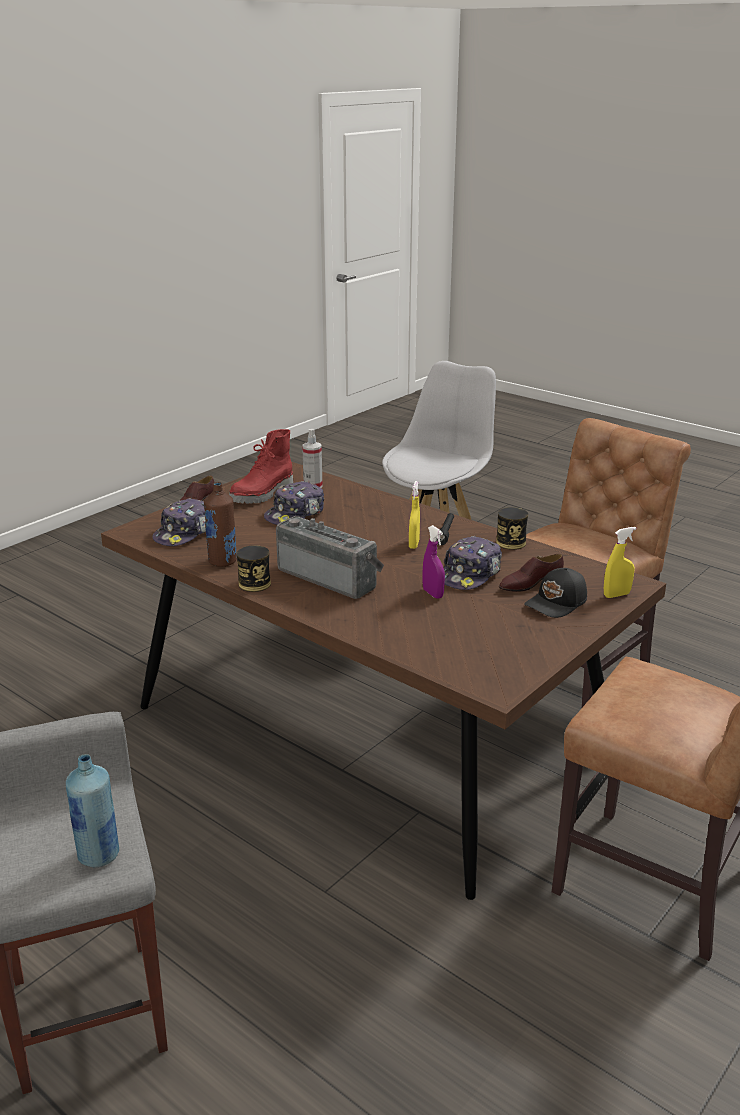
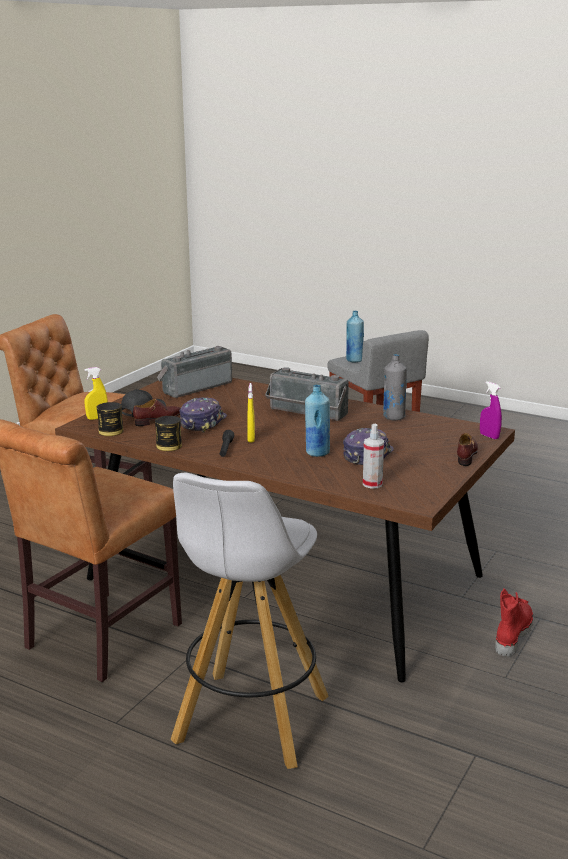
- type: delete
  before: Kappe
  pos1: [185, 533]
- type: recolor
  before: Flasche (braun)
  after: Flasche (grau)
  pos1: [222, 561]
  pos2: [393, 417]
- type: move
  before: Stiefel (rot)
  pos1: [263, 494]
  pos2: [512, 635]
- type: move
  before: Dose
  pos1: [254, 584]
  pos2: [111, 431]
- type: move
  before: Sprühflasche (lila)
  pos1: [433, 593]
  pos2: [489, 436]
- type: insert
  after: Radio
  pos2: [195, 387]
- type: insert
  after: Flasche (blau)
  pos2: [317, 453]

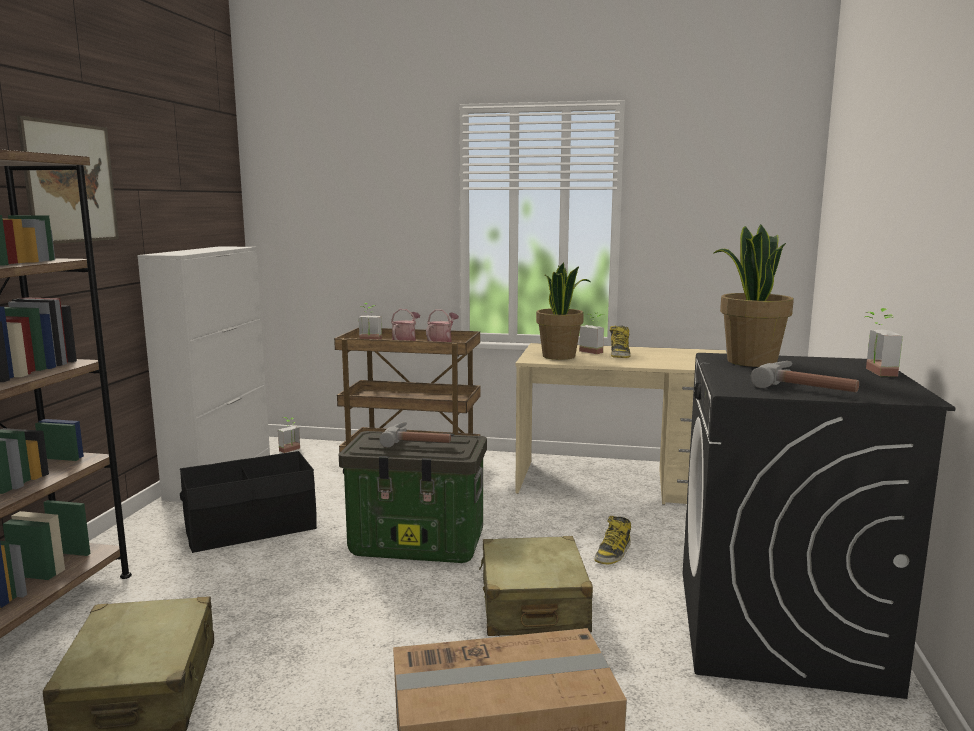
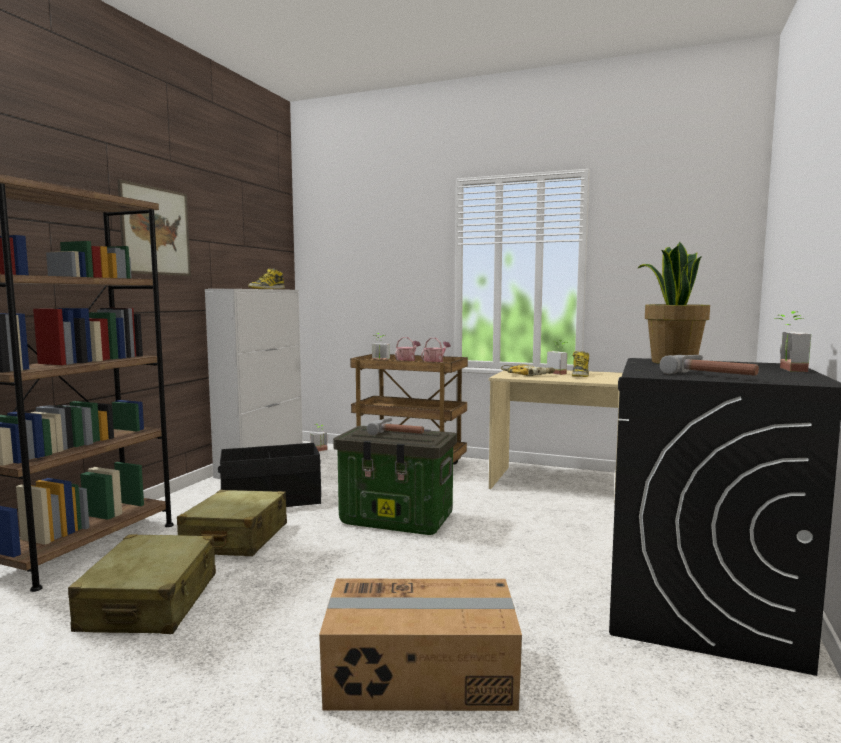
- type: move
  before: Koffer (beige)
  pos1: [533, 606]
  pos2: [235, 539]
- type: replace
  before: Topfpflanze
  after: Bohrmaschine
  pos1: [559, 356]
  pos2: [528, 375]
- type: move
  before: Stiefel
  pos1: [613, 553]
  pos2: [267, 289]

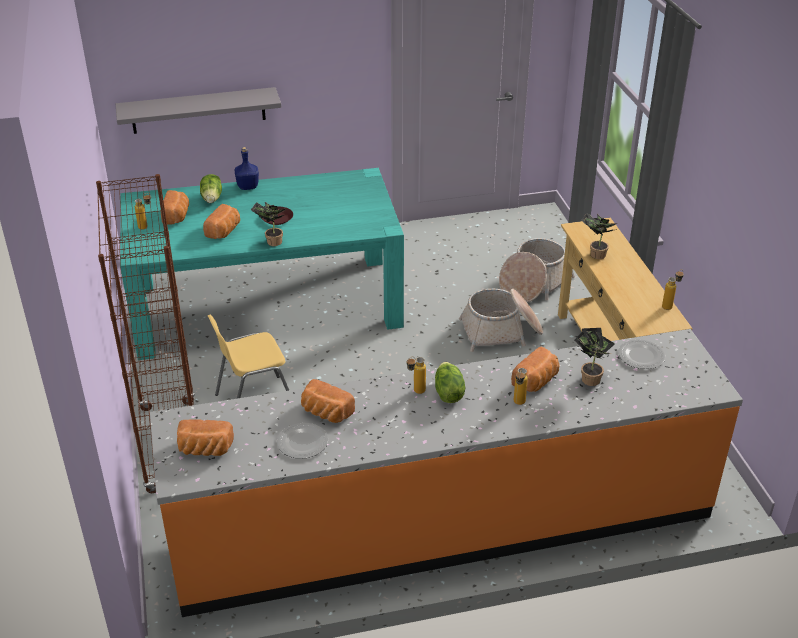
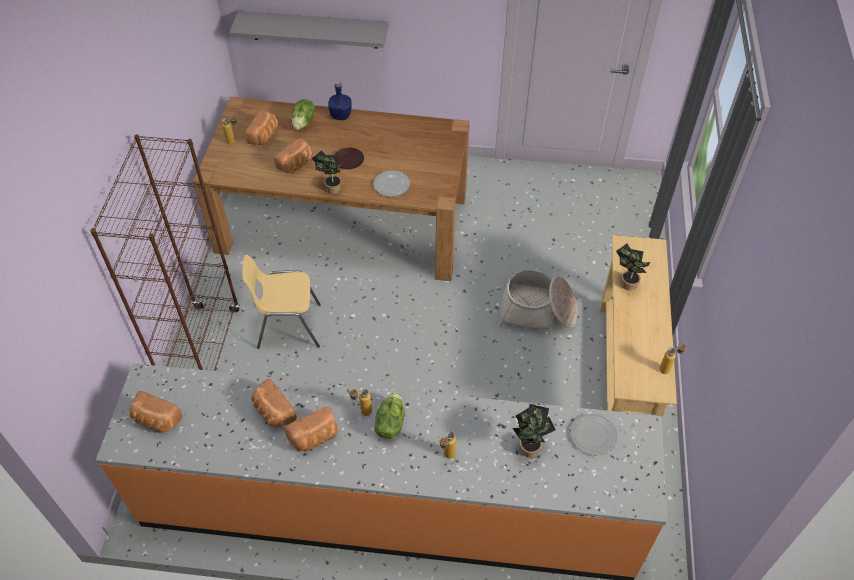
- type: recolor
  before: Esstisch (türkis)
  after: Esstisch (braun)
  pos1: [266, 305]
  pos2: [343, 222]
- type: move
  before: Teller
  pos1: [303, 442]
  pos2: [392, 185]
- type: delete
  before: Korb
  pos1: [533, 284]
- type: move
  before: Brot
  pos1: [536, 381]
  pos2: [314, 438]

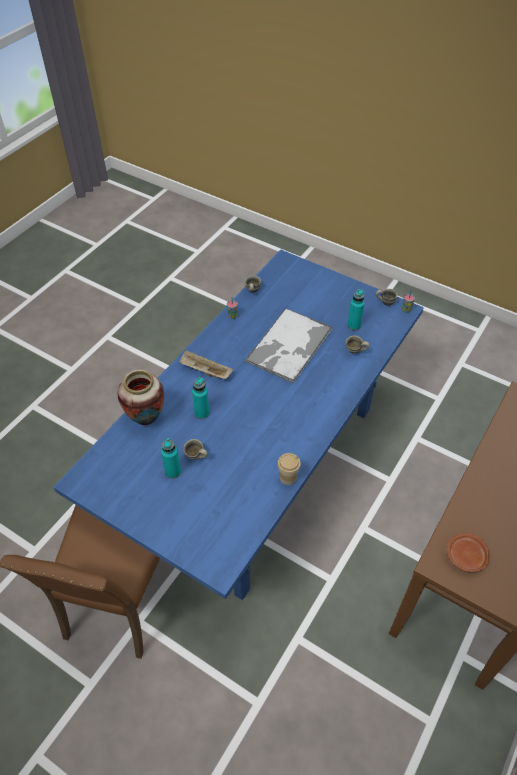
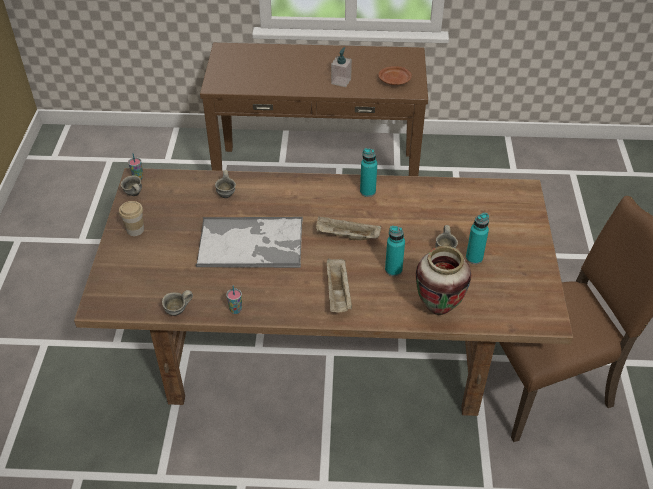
- type: recolor
  before: Esstisch (blau)
  after: Esstisch (braun)
  pos1: [258, 469]
  pos2: [328, 348]
- type: move
  before: Tasse
  pos1: [288, 477]
  pos2: [135, 230]
- type: move
  before: Flasche (türkis)
  pos1: [354, 325]
  pos2: [367, 191]
- type: insert
  after: Tablett (beige)
  pos2: [346, 236]
- type: insert
  after: Seifenspender
  pos2: [341, 81]

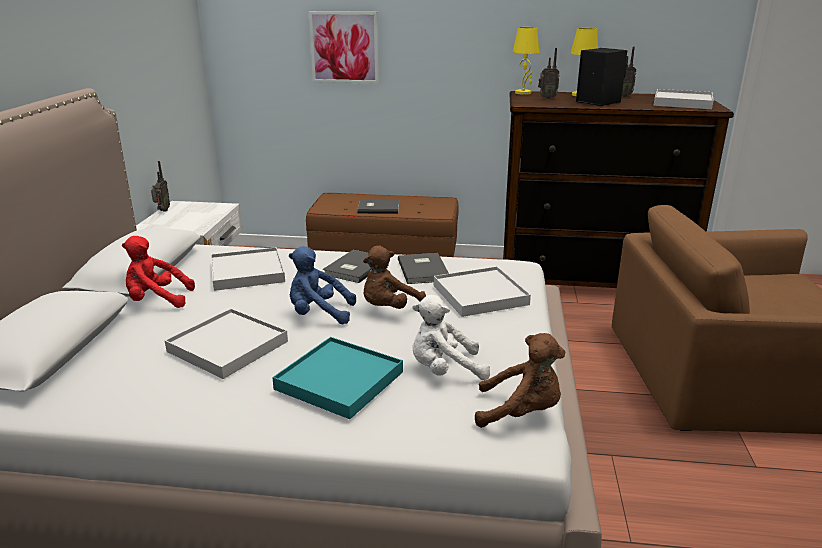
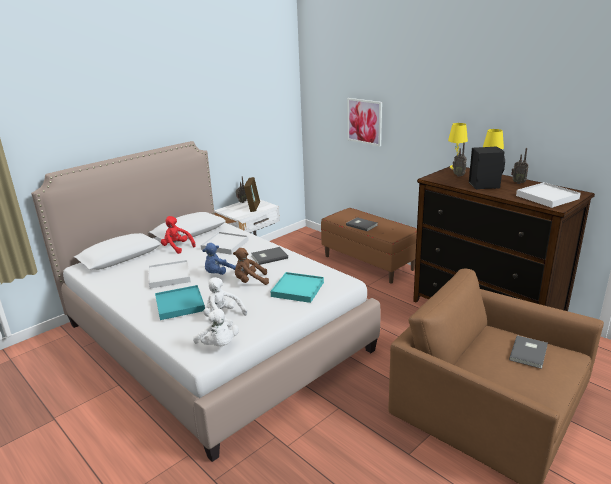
- type: rotate
  before: Plüschtier (blau)
  pos1: [318, 314]
  pos2: [219, 274]
  turn: -90
- type: move
  before: Buch (grau)
  pos1: [424, 270]
  pos2: [529, 353]
- type: recolor
  before: Tablett (weiß)
  after: Tablett (türkis)
  pos1: [480, 295]
  pos2: [298, 289]
- type: recolor
  before: Plüschtier (braun)
  after: Plüschtier (weiß)
  pos1: [521, 413]
  pos2: [218, 345]
- type: insert
  after: Bilderrahmen
  pos2: [253, 207]

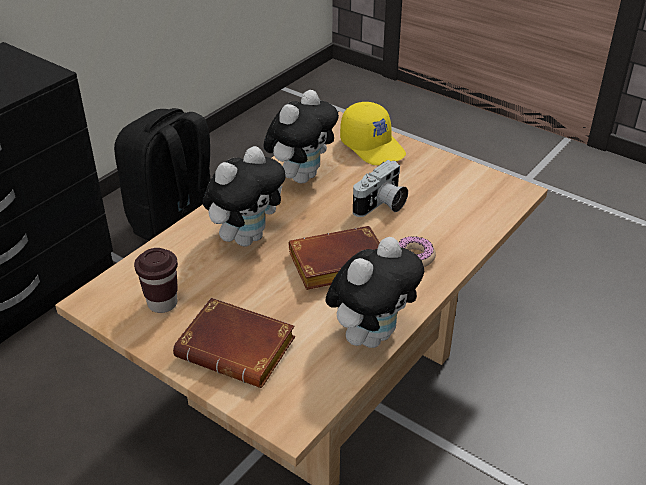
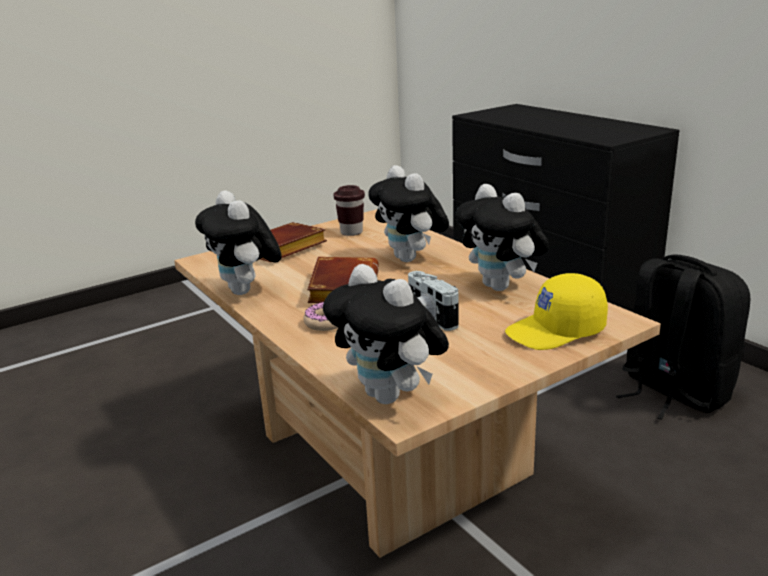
- type: insert
  after: Plüschtier
  pos2: [391, 396]

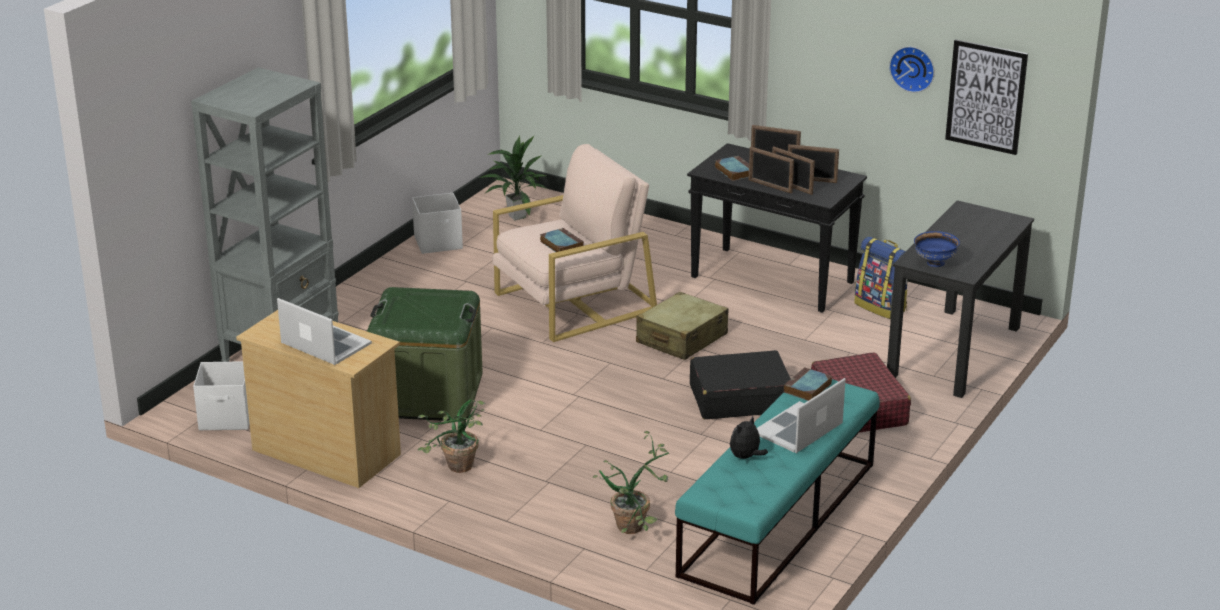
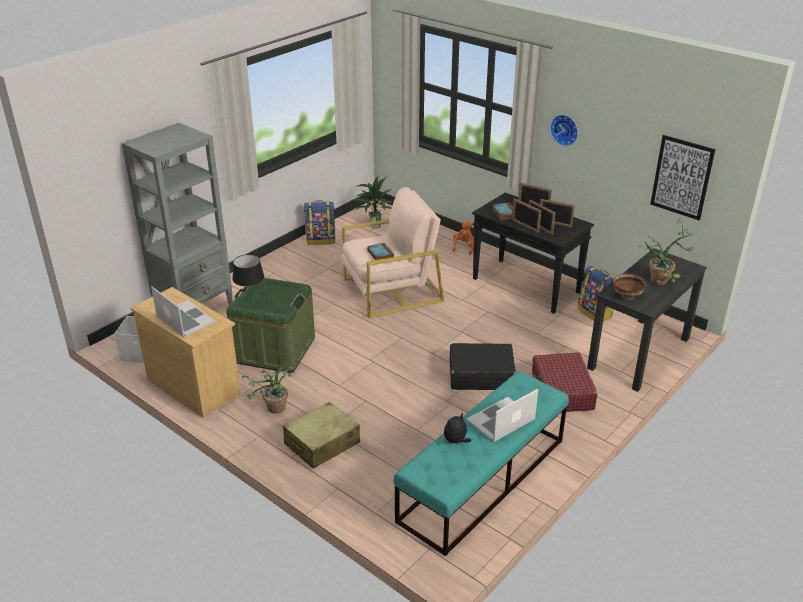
- type: replace
  before: Aufbewahrungsbox (weiß)
  after: Rucksack
  pos1: [439, 243]
  pos2: [321, 240]
- type: move
  before: Topfpflanze
  pos1: [637, 528]
  pos2: [663, 281]
- type: move
  before: Koffer (beige)
  pos1: [681, 339]
  pos2: [321, 444]
- type: delete
  before: Buch
  pos1: [807, 388]
- type: move
  before: Wanduhr
  pos1: [913, 68]
  pos2: [565, 129]
- type: recolor
  before: Schüssel (blau)
  after: Schüssel (braun)
  pos1: [934, 263]
  pos2: [627, 297]
- type: insert
  after: Tischlampe (schwarz)
  pos2: [251, 301]
- type: insert
  after: Plüschtier (orange)
  pos2: [464, 247]

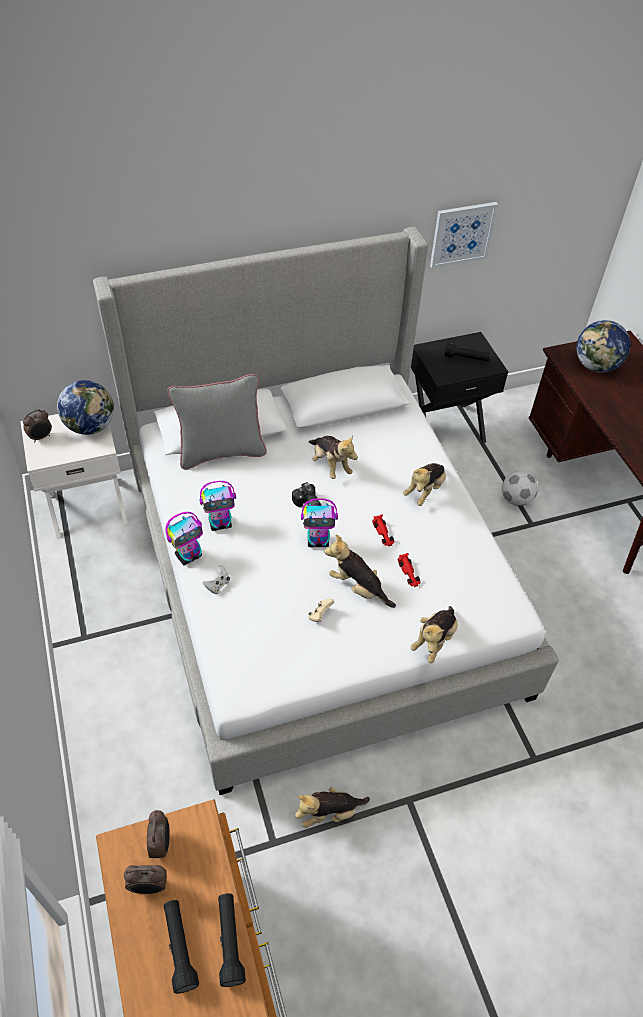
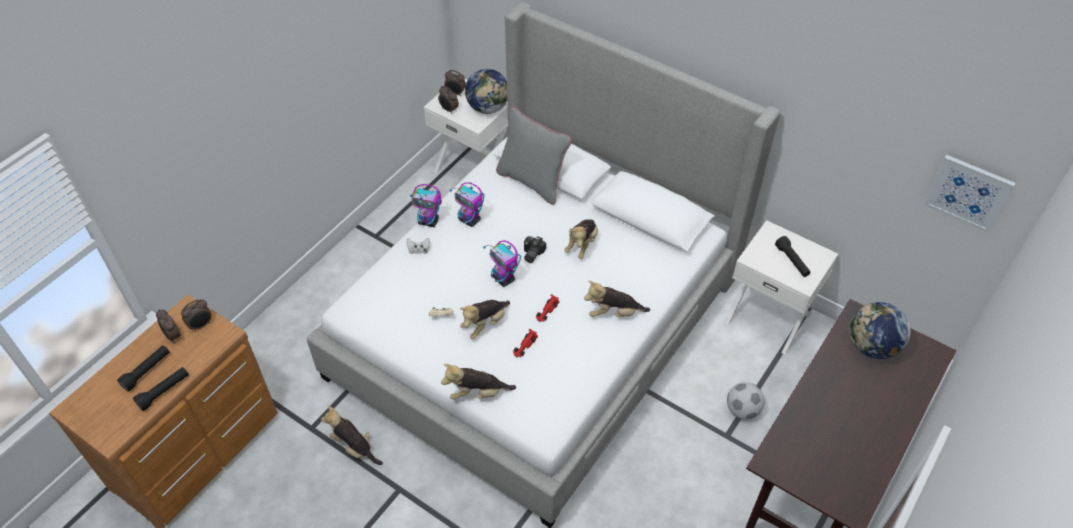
- type: rotate
  before: Plüschtier
  pos1: [358, 587]
  pos2: [485, 324]
  turn: -135
- type: recolor
  before: Nachttisch (schwarz)
  after: Nachttisch (weiß)
  pos1: [445, 427]
  pos2: [769, 317]
- type: move
  before: Bild
  pos1: [462, 234]
  pos2: [968, 192]
- type: insert
  after: Wecker
  pos2: [449, 110]

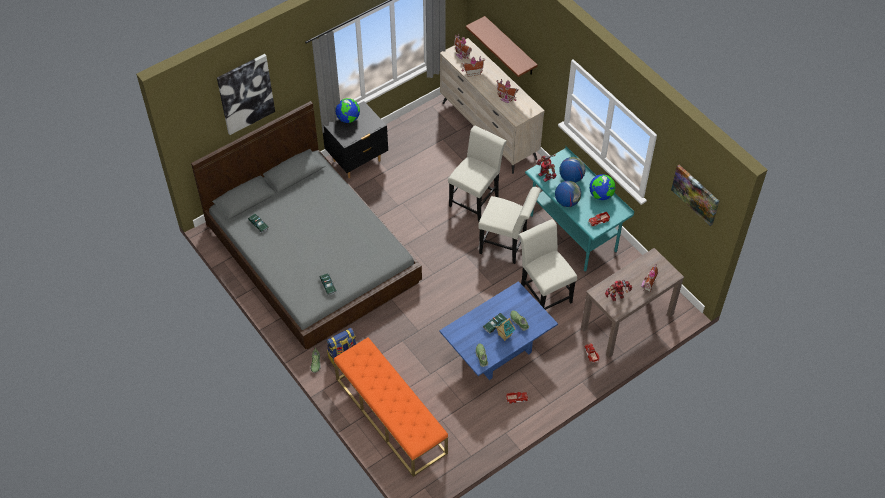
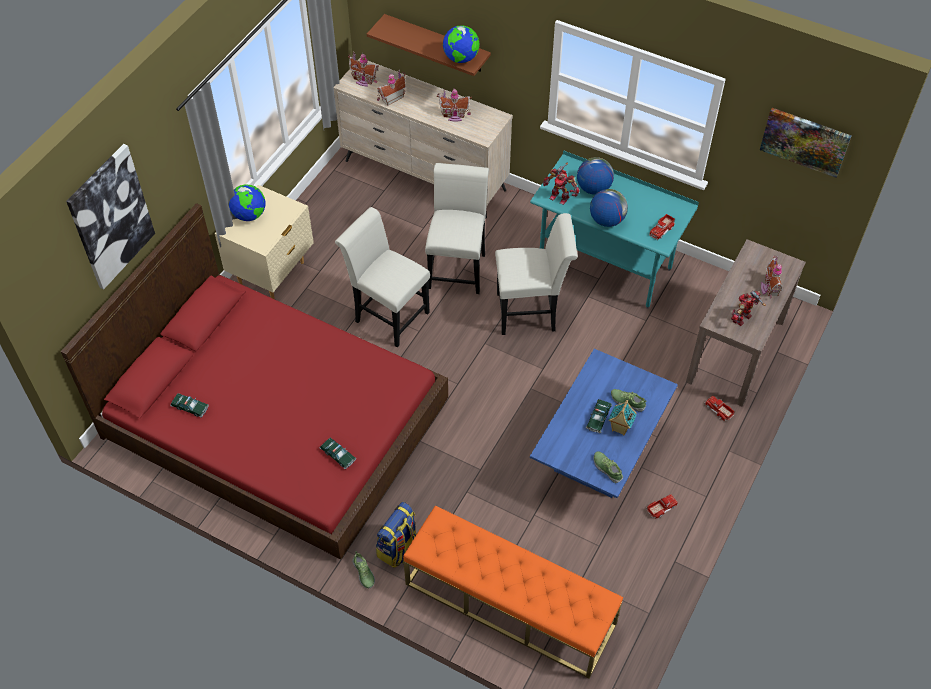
- type: recolor
  before: Bett (grau)
  after: Bett (rot)
  pos1: [312, 252]
  pos2: [275, 419]
- type: recolor
  before: Nachttisch (schwarz)
  after: Nachttisch (beige)
  pos1: [357, 161]
  pos2: [272, 274]
- type: move
  before: Stuhl (weiß)
  pos1: [543, 293]
  pos2: [387, 314]
- type: move
  before: Globus
  pos1: [601, 195]
  pos2: [461, 58]

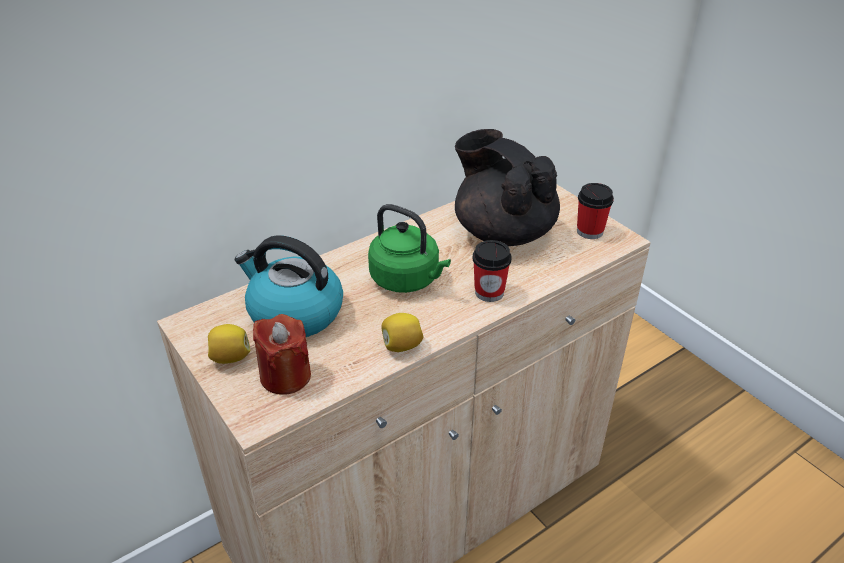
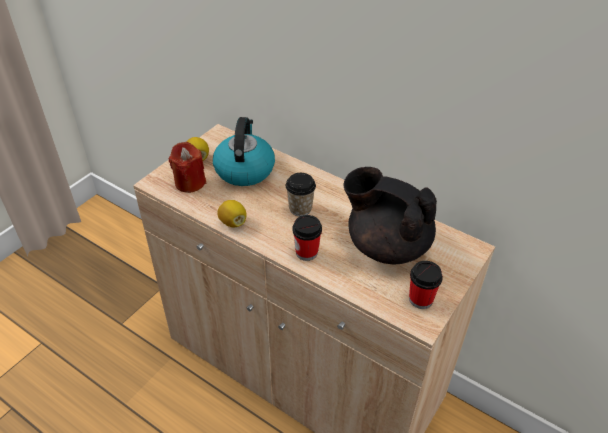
- type: replace
  before: Wasserkessel (grün)
  after: Tasse
  pos1: [407, 280]
  pos2: [300, 208]
- type: rotate
  before: Teekanne (schwarz)
  pos1: [503, 232]
  pos2: [386, 245]
  turn: -90

